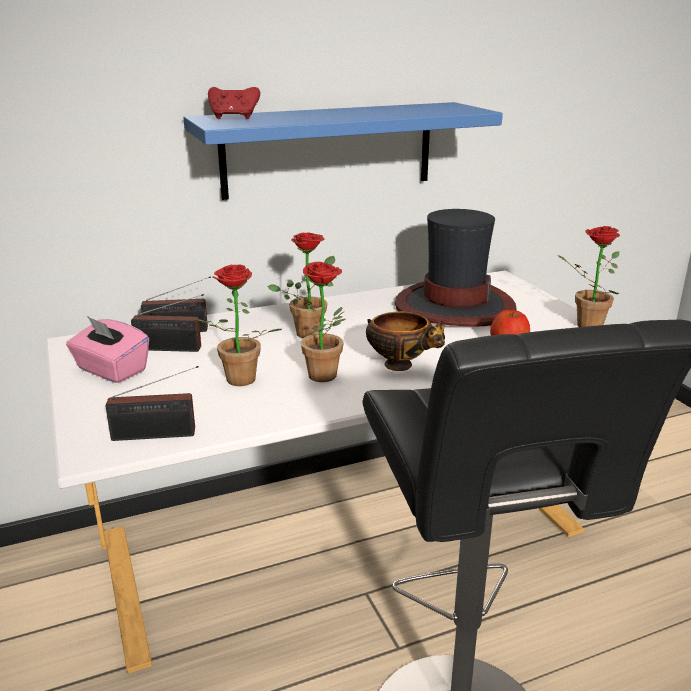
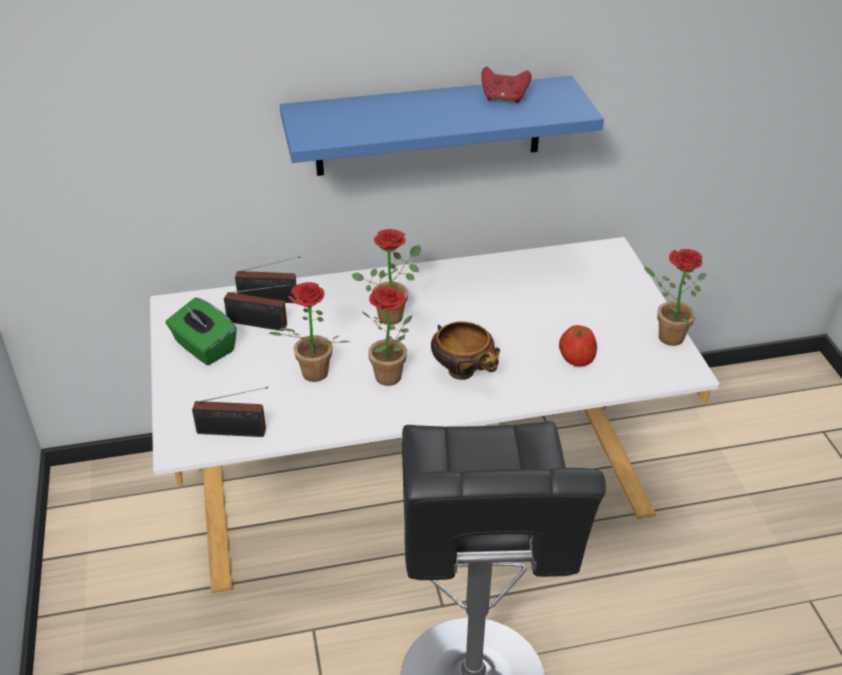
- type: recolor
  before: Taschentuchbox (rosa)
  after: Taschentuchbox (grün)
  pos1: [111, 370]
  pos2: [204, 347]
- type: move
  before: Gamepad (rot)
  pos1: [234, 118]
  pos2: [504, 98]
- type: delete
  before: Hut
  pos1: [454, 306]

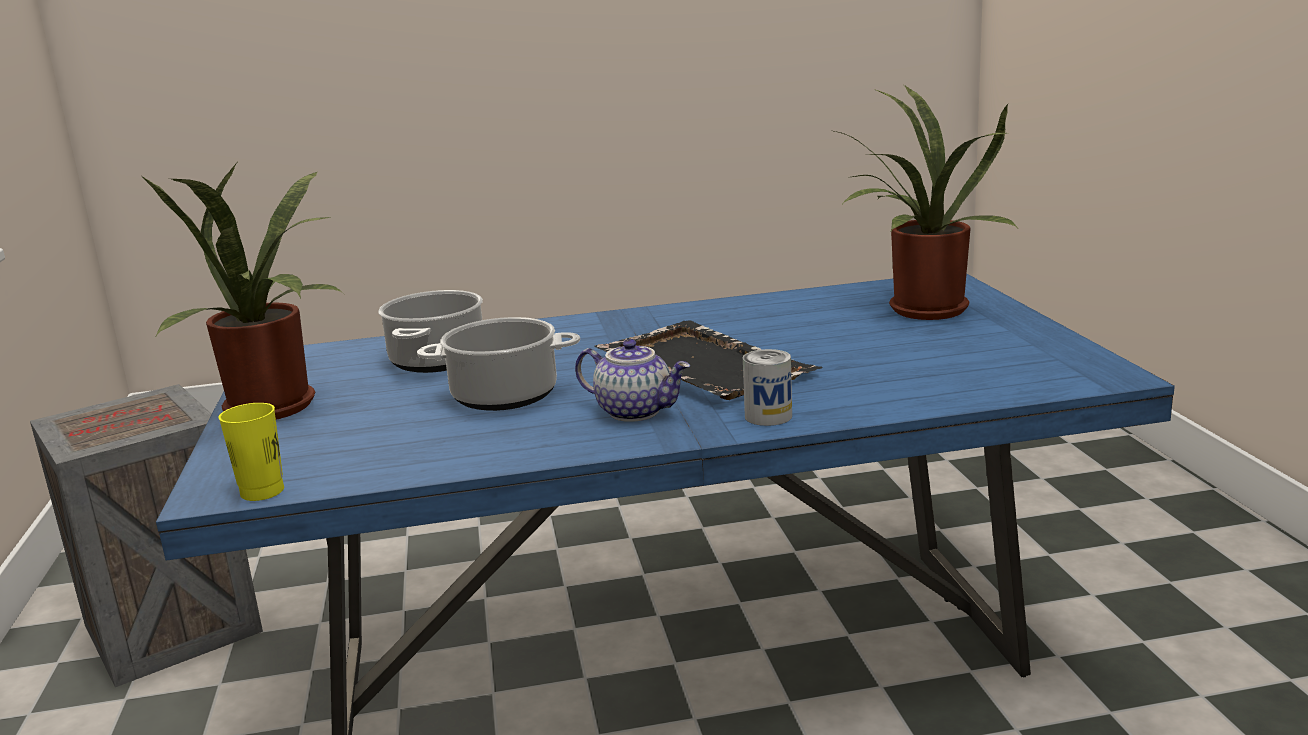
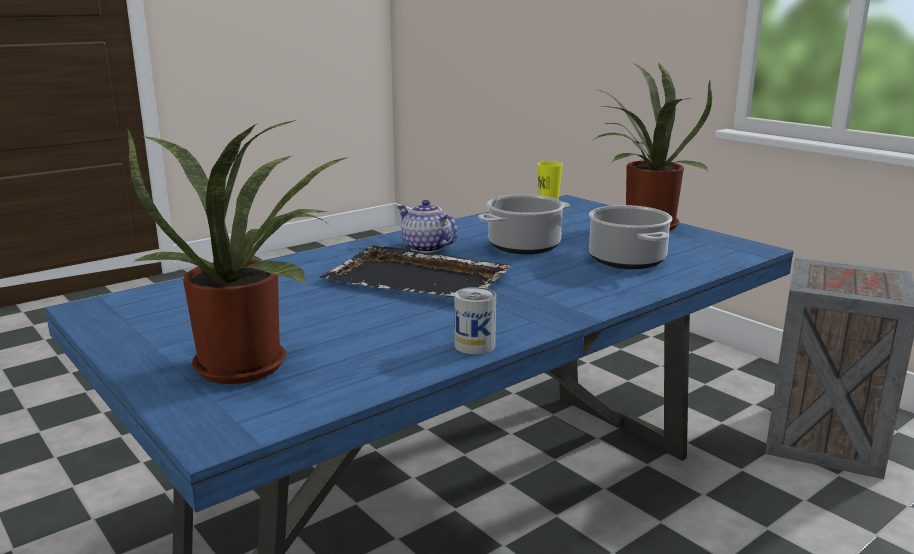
- type: rotate
  before: Teekanne
  pos1: [636, 411]
  pos2: [425, 248]
  turn: 45
- type: move
  before: Dose
  pos1: [768, 416]
  pos2: [474, 345]

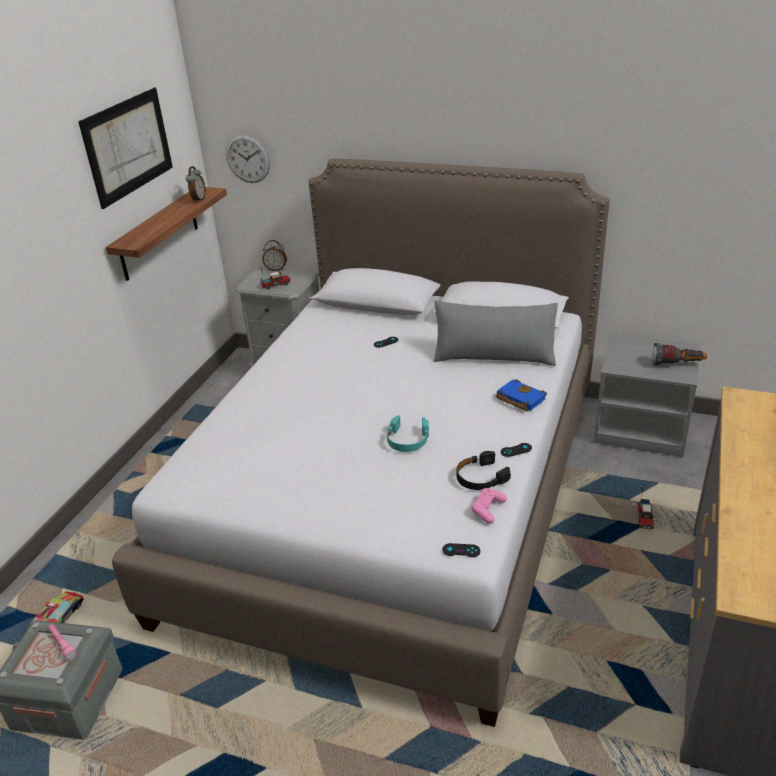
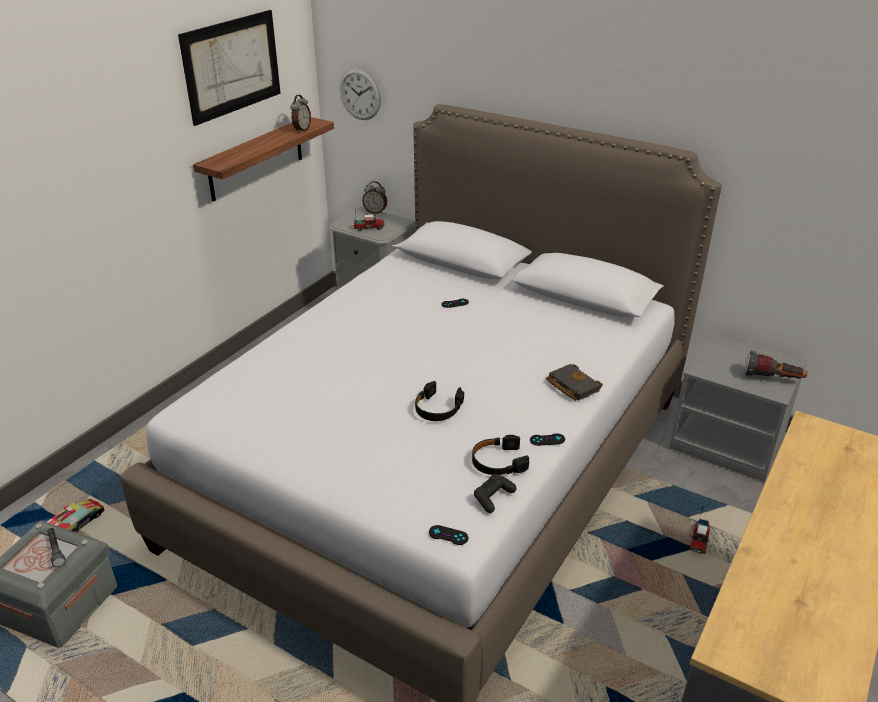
- type: recolor
  before: Taschenlampe (rosa)
  after: Taschenlampe (grau)
  pos1: [62, 644]
  pos2: [56, 550]
- type: recolor
  before: Kopfhörer (türkis)
  after: Kopfhörer (schwarz)
  pos1: [407, 440]
  pos2: [437, 408]
- type: delete
  before: Kissen (grau)
  pos1: [494, 356]
- type: recolor
  before: Gamepad (rosa)
  after: Gamepad (schwarz)
  pos1: [488, 509]
  pos2: [493, 497]
- type: recolor
  before: Buch (blau)
  after: Buch (schwarz)
  pos1: [518, 399]
  pos2: [571, 386]

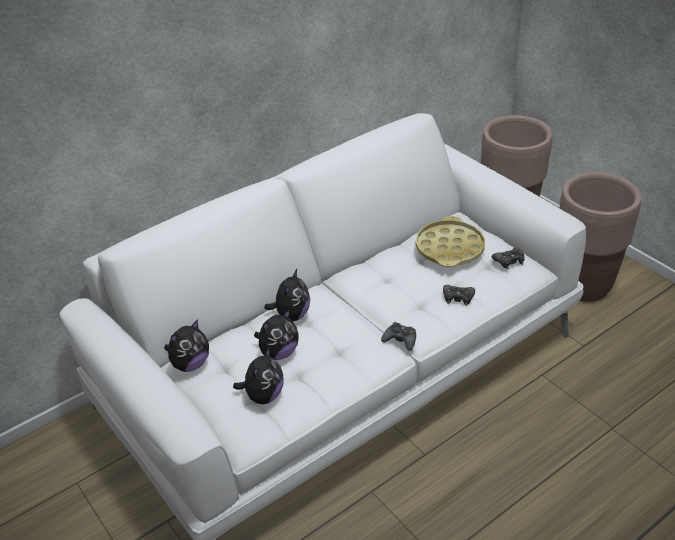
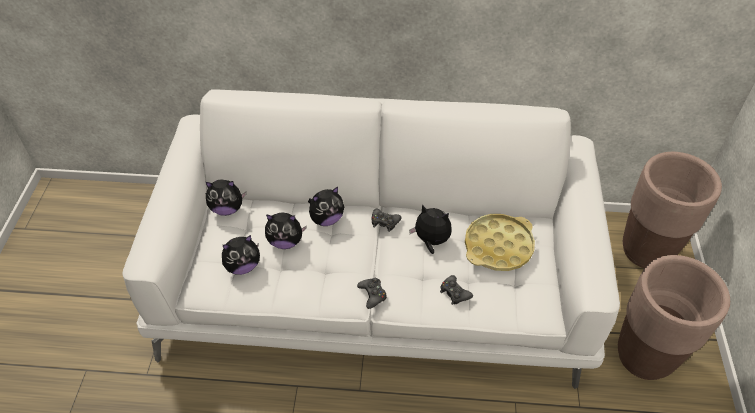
- type: move
  before: Gamepad (schwarz)
  pos1: [509, 261]
  pos2: [384, 222]
- type: insert
  after: Plüschtier
  pos2: [431, 241]

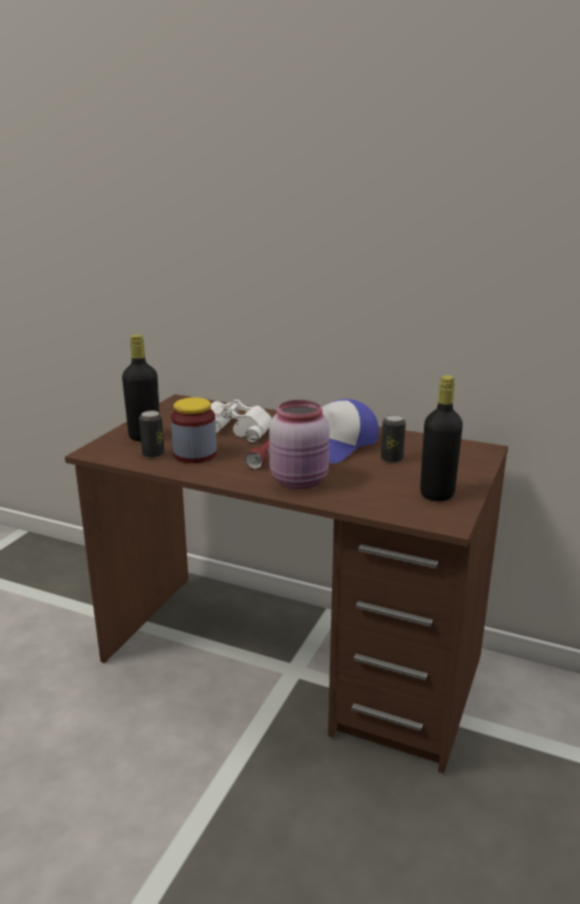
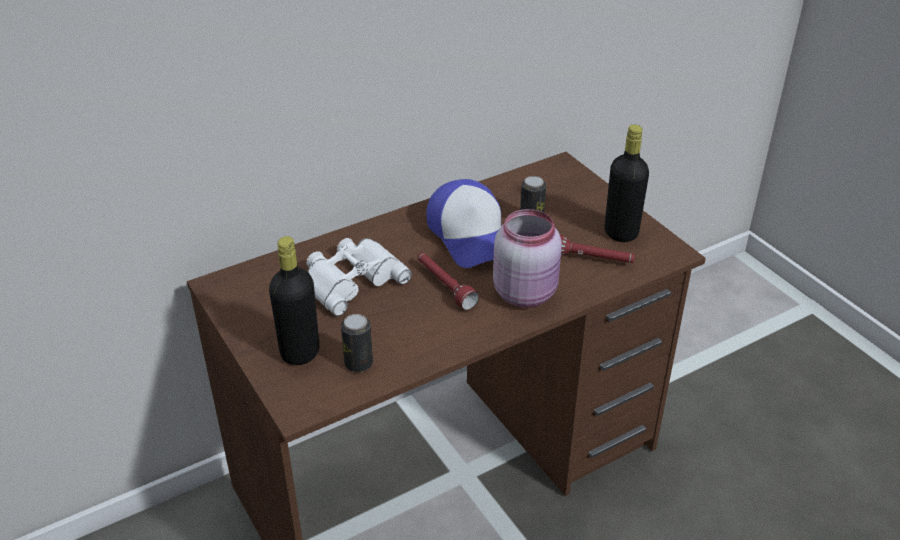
- type: delete
  before: Vorratsglas
  pos1: [195, 454]
- type: insert
  after: Taschenlampe (rot)
  pos2: [591, 259]

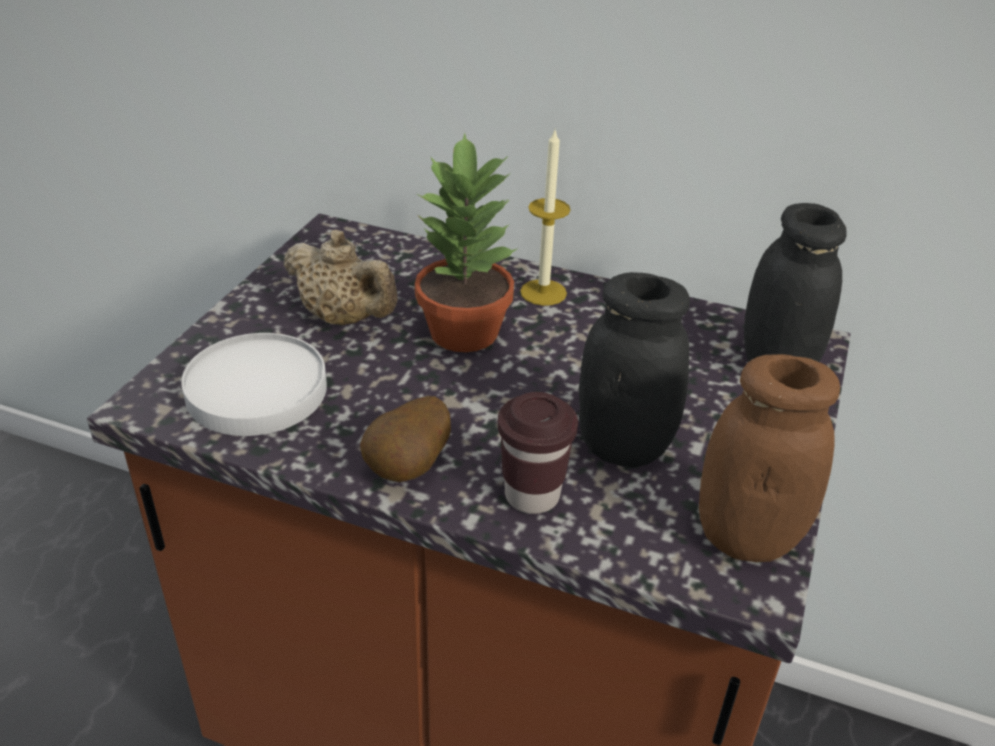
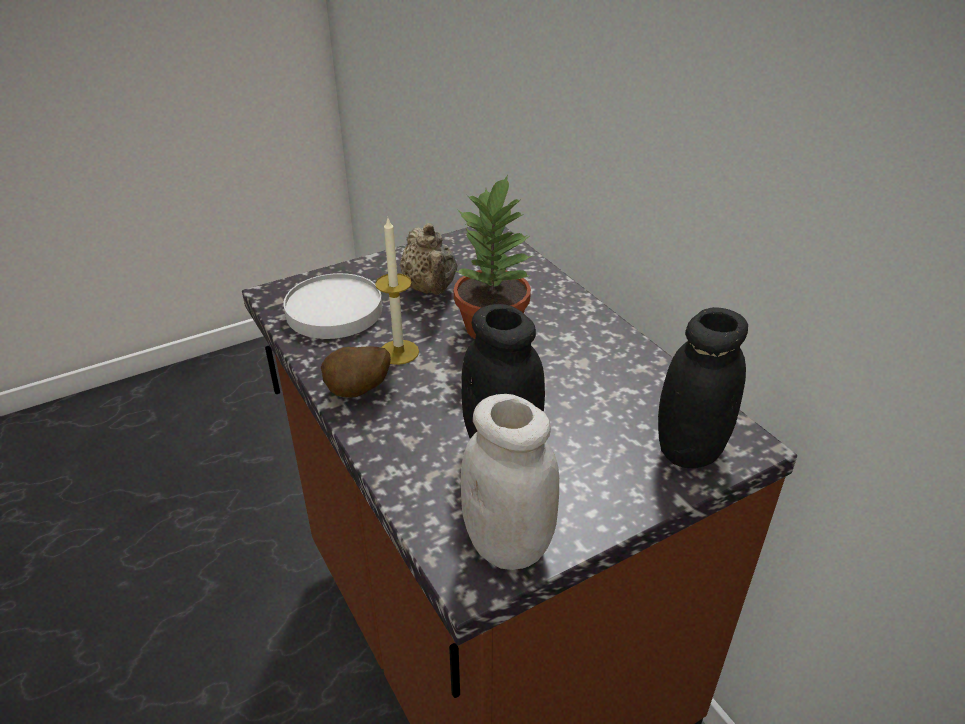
- type: delete
  before: Tasse (braun)
  pos1: [532, 495]
- type: move
  before: Kerze
  pos1: [543, 292]
  pos2: [399, 352]
- type: recolor
  before: Vorratsglas (braun)
  after: Vorratsglas (weiß)
  pos1: [746, 537]
  pos2: [508, 545]

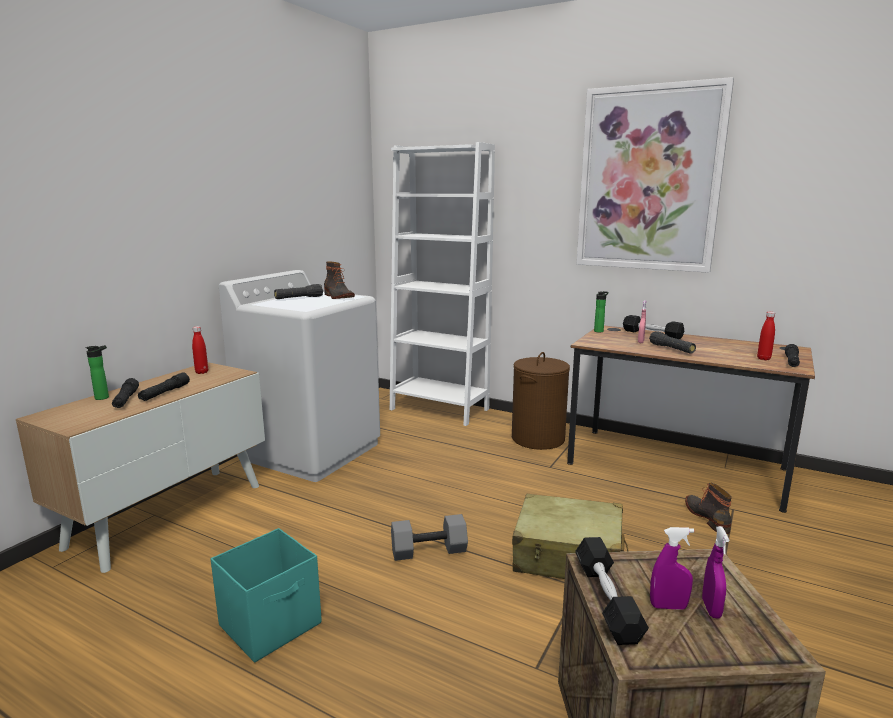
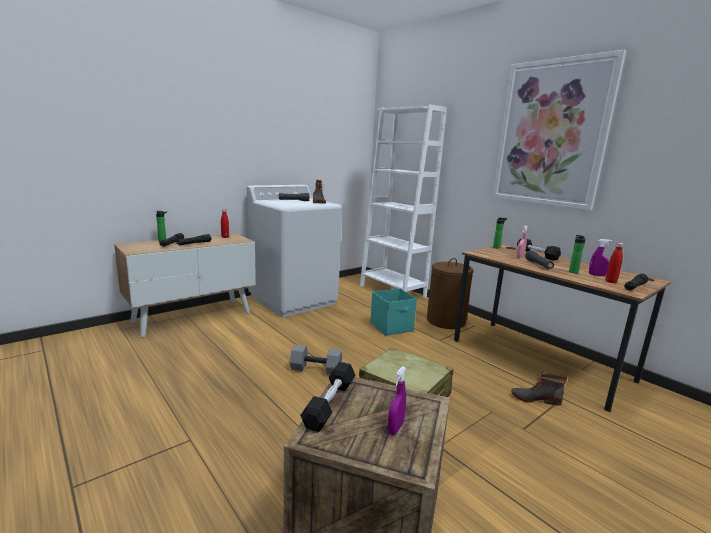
- type: move
  before: Aufbewahrungsbox (türkis)
  pos1: [272, 624]
  pos2: [392, 327]
- type: move
  before: Sprühflasche (lila)
  pos1: [668, 606]
  pos2: [596, 275]
- type: rotate
  before: Stiefel
  pos1: [708, 517]
  pos2: [535, 398]
  turn: -90
- type: insert
  after: Flasche
  pos2: [573, 271]

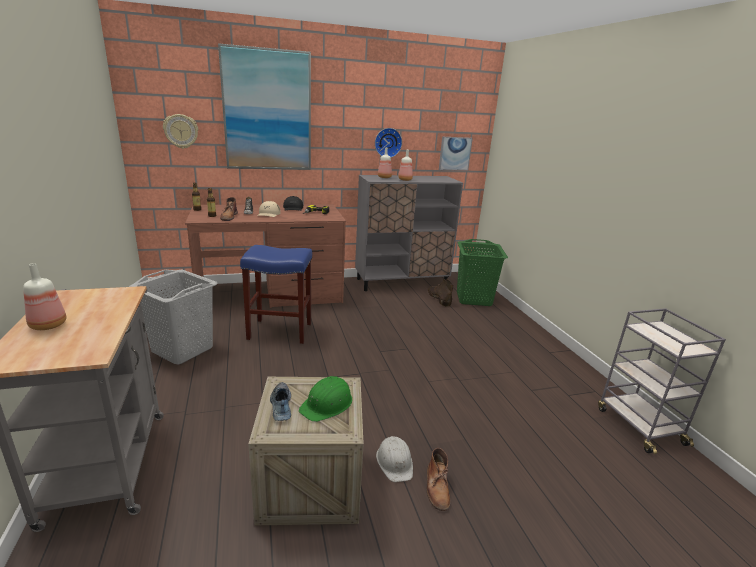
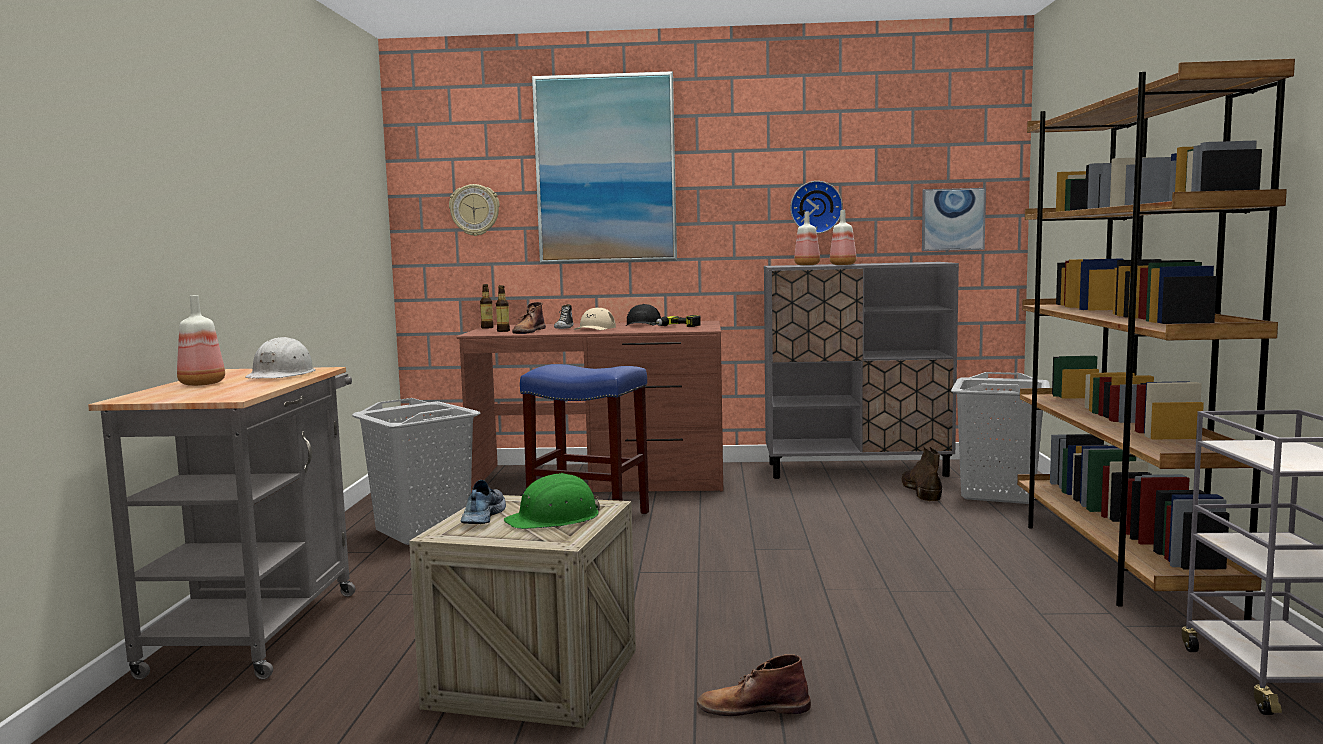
- type: move
  before: Schutzhelm (weiß)
  pos1: [395, 462]
  pos2: [282, 375]
- type: rotate
  before: Stiefel (braun)
  pos1: [437, 487]
  pos2: [752, 707]
  turn: 75
- type: recolor
  before: Wäschekorb (grün)
  after: Wäschekorb (grau)
  pos1: [474, 299]
  pos2: [999, 494]
- type: insert
  after: Bücherregal (braun)
  pos2: [1116, 562]

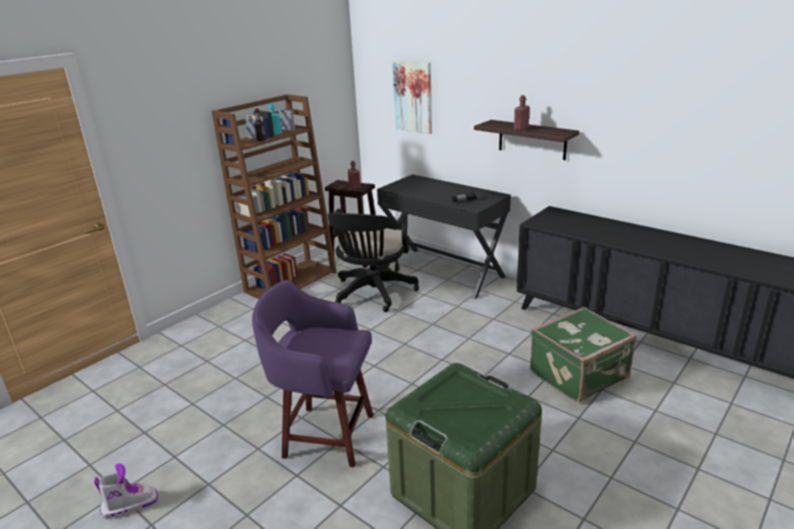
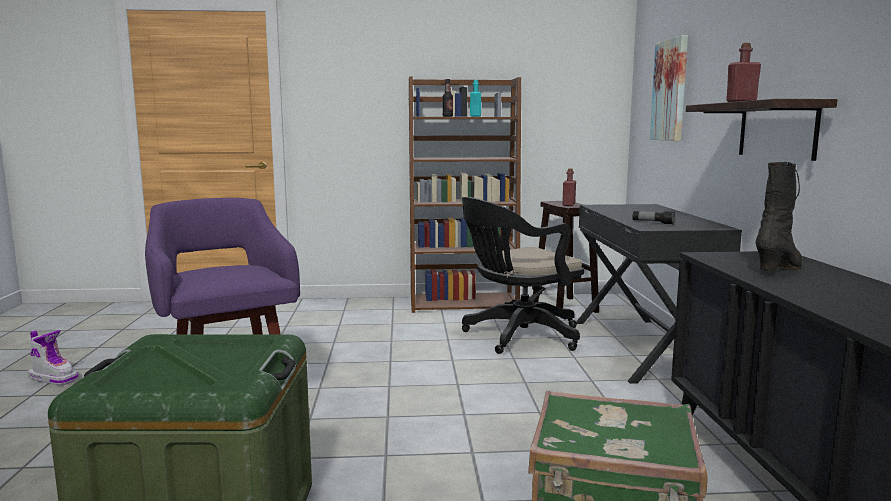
- type: insert
  after: Stiefel (schwarz)
  pos2: [780, 269]

